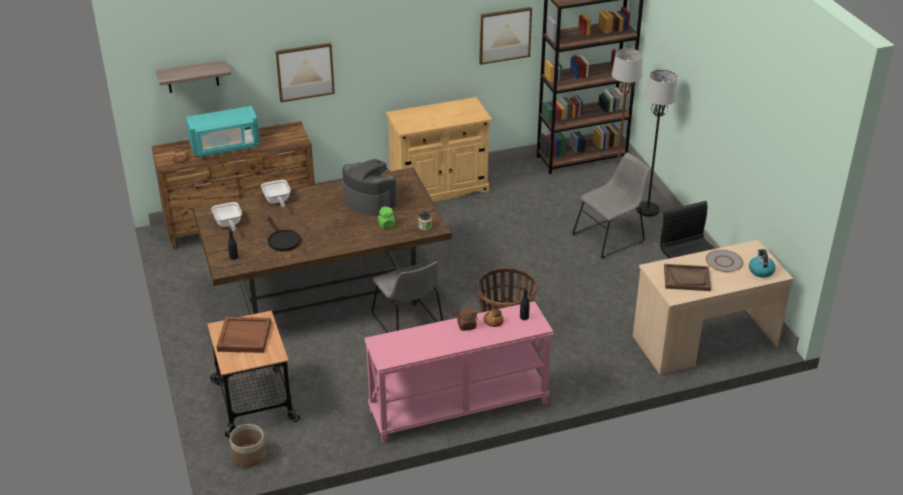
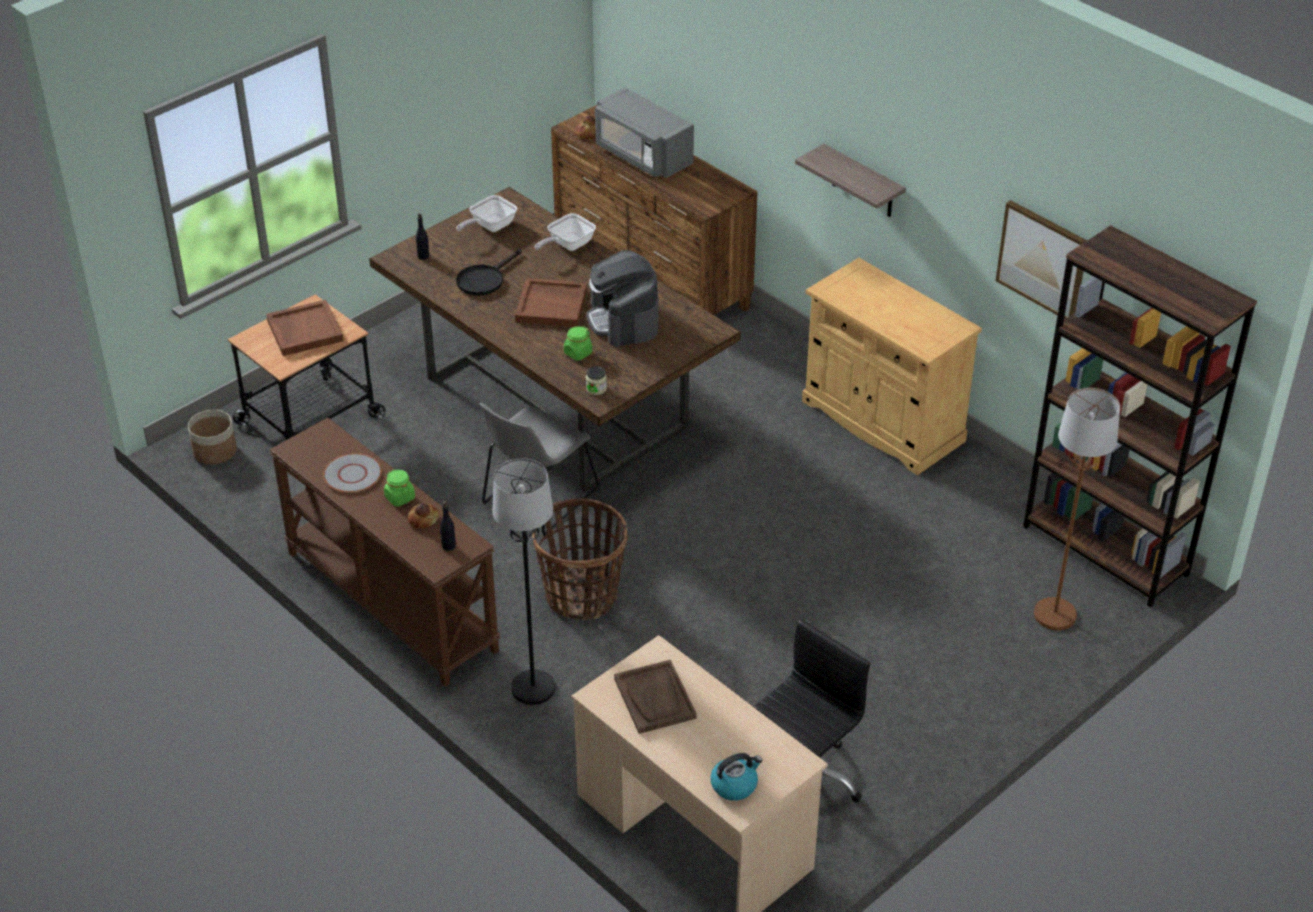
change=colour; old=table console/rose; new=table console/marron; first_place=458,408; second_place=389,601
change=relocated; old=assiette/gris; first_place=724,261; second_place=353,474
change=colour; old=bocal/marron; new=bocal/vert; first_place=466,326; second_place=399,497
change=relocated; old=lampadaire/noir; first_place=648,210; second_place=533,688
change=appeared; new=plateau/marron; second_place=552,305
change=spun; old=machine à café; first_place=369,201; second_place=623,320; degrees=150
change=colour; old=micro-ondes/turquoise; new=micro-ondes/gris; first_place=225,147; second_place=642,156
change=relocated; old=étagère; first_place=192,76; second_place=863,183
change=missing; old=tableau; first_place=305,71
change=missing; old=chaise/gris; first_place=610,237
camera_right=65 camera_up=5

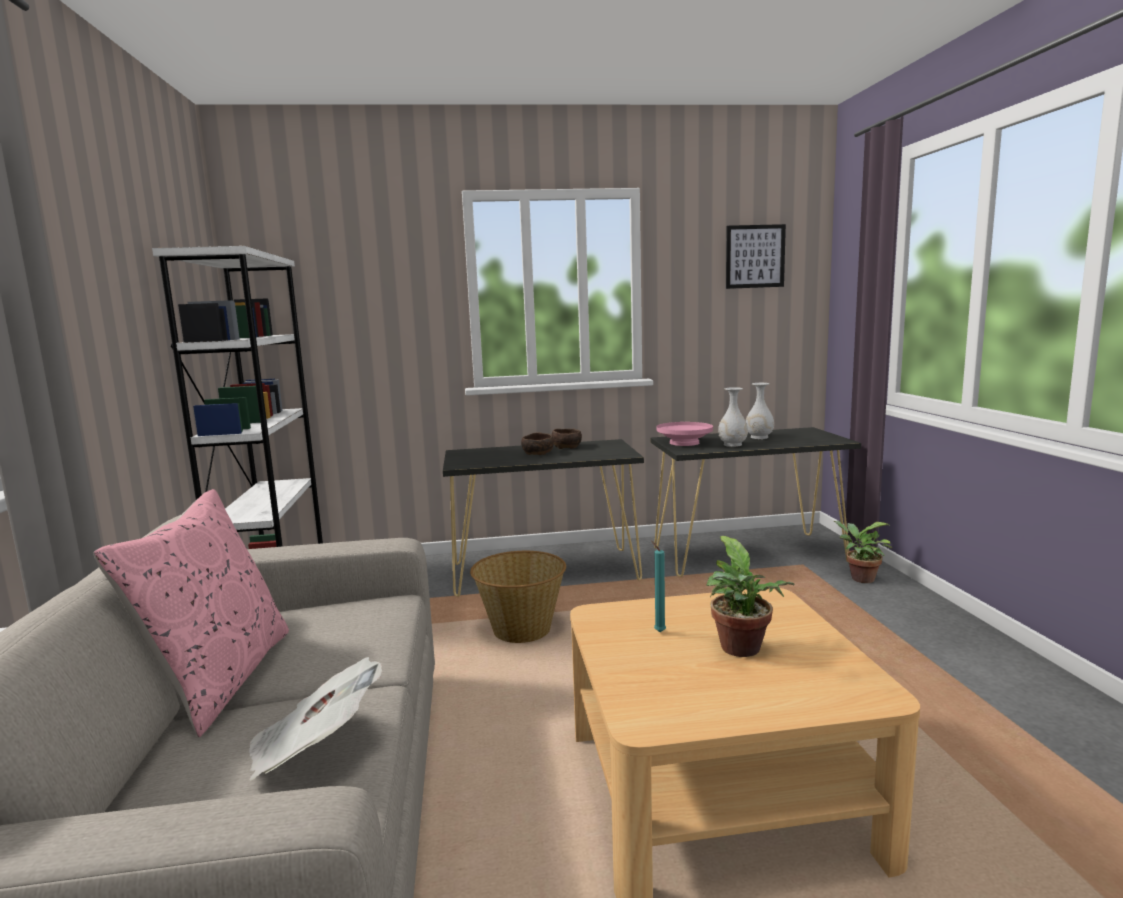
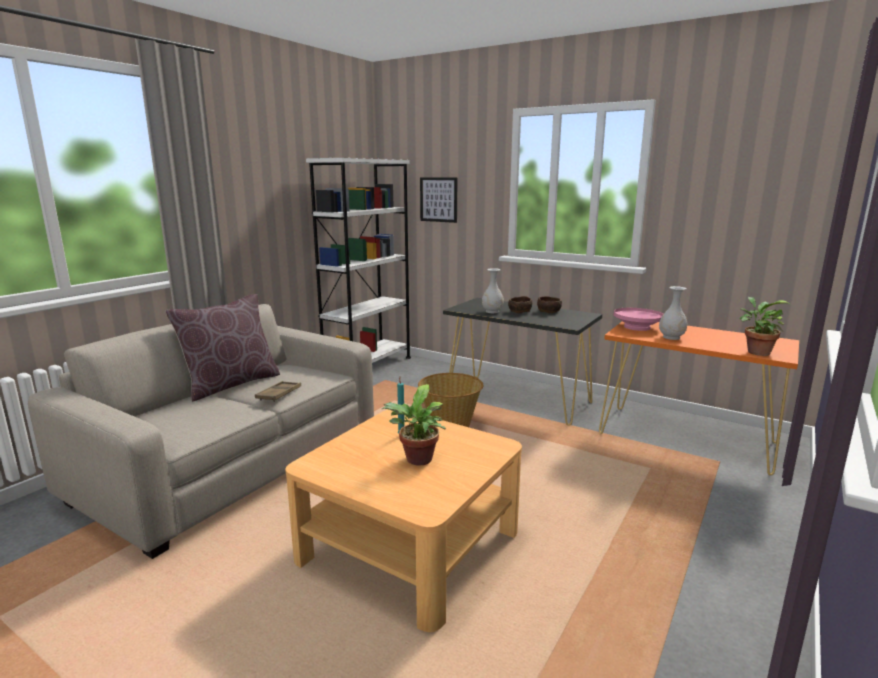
change=colour; old=coussin/rose; new=coussin/marron; first_place=220,679; second_place=231,384
change=appeared; new=plateau/marron; second_place=279,394
change=relocated; old=tableau; first_place=755,256; second_place=438,199
change=relocated; old=vase/blanc; first_place=759,437; second_place=492,311
change=colour; old=table console/noir; new=table console/orange; first_place=749,554; second_place=686,438
change=relocated; old=plante en pot; first_place=859,578; second_place=755,352
change=missing; old=journal; first_place=315,748
camera_right=40 camera_up=5

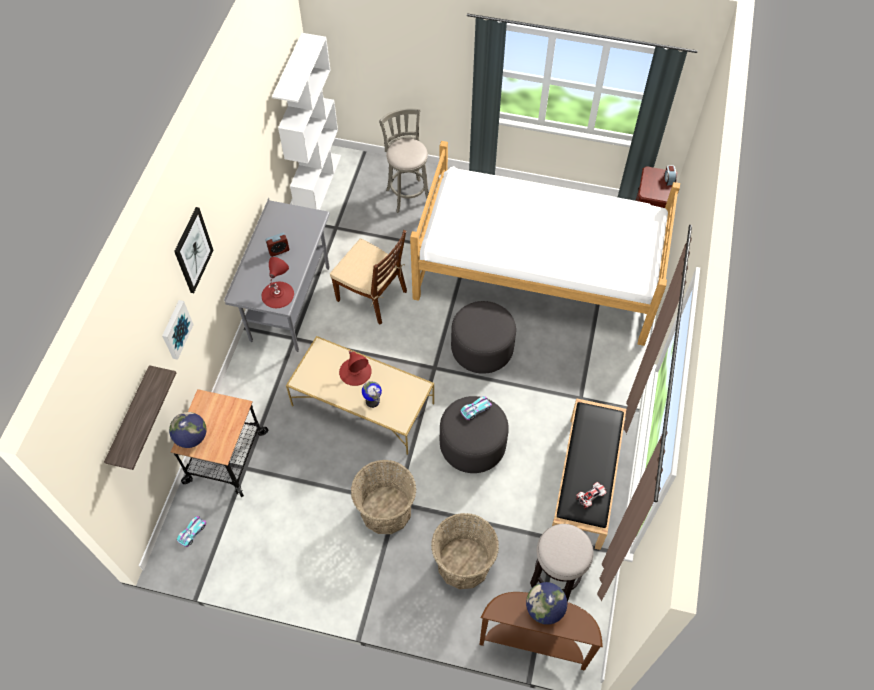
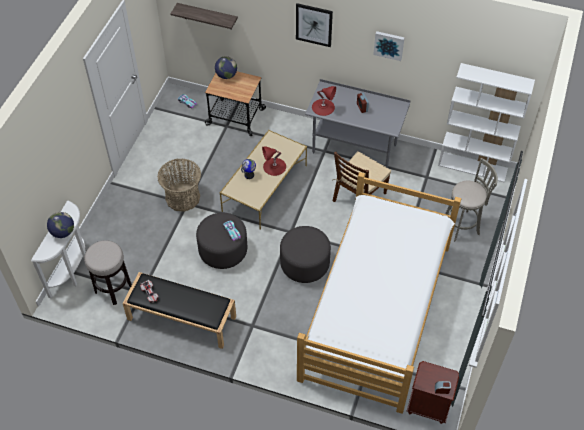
change=colour; old=table console/marron; new=table console/blanc; first_place=534,643; second_place=73,271
change=relocated; old=tableau; first_place=175,329; second_place=389,45
change=missing; old=panier; first_place=463,563
camera_right=95 camera_up=-5

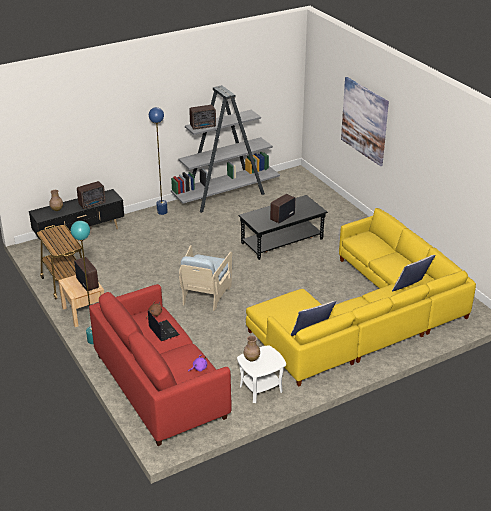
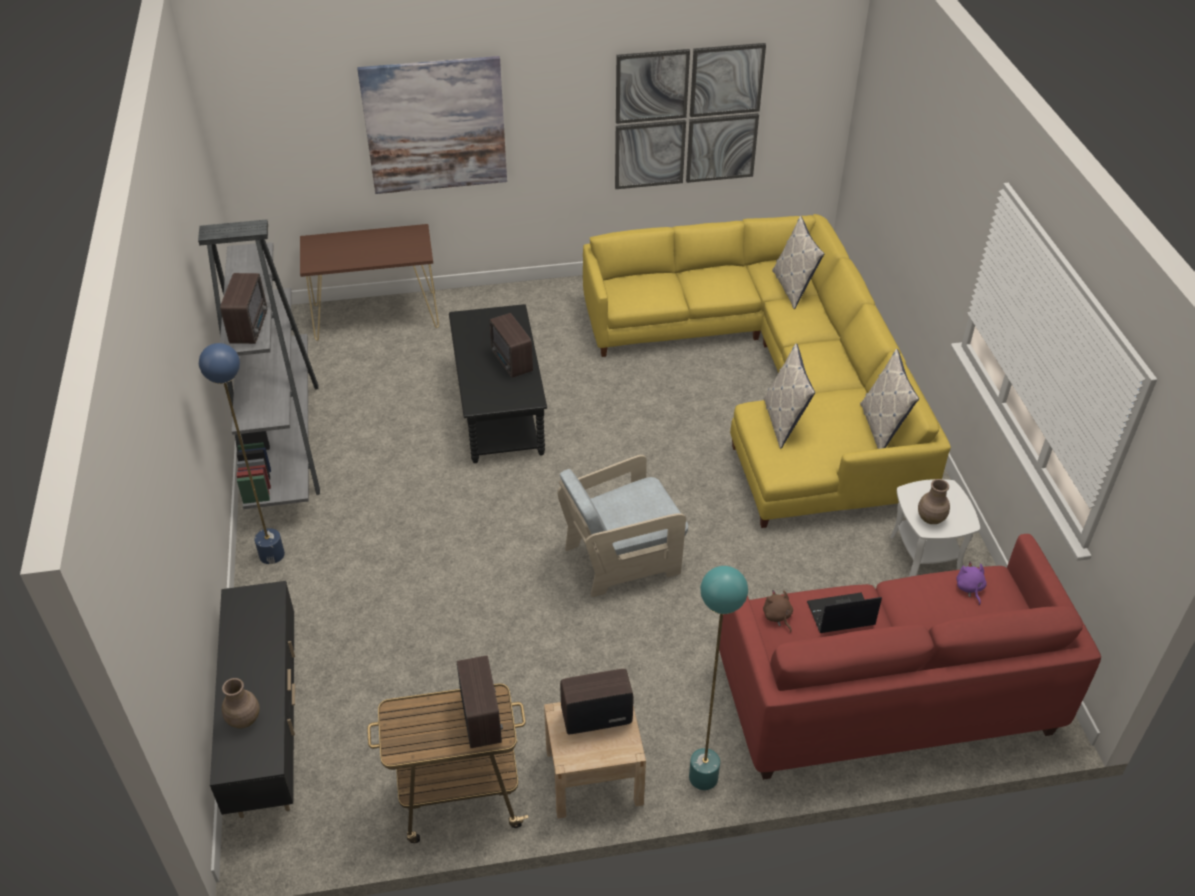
change=appeared; new=table console/marron; second_place=376,316
change=relocated; old=radio; first_place=93,204; second_place=482,717
change=spun; old=fauteuil/beige; first_place=205,295; second_place=622,558; degrees=120
change=appeared; new=tableau; second_place=687,117
change=appeared; new=coussin; second_place=784,422
camera_right=-70 camera_up=10

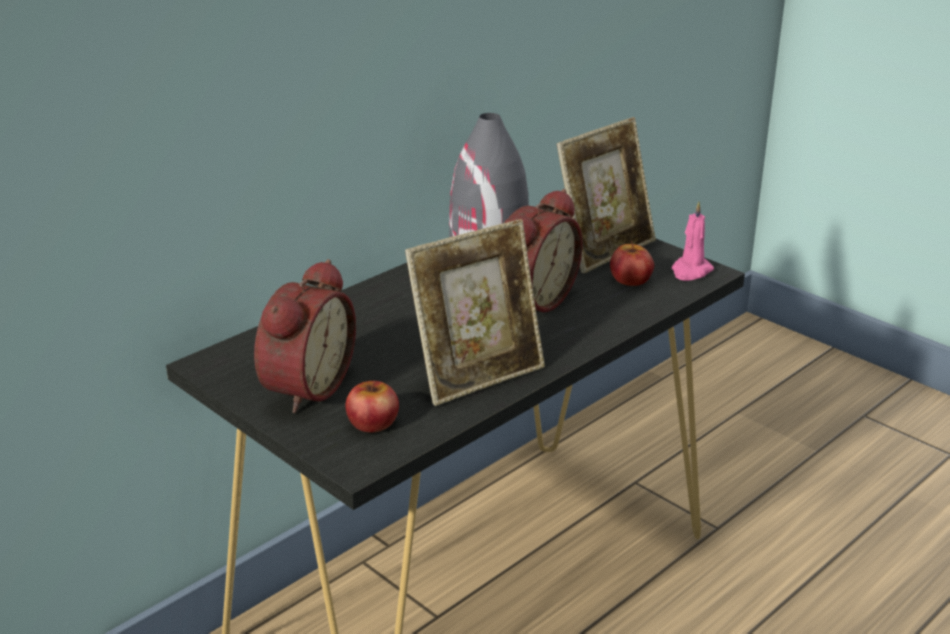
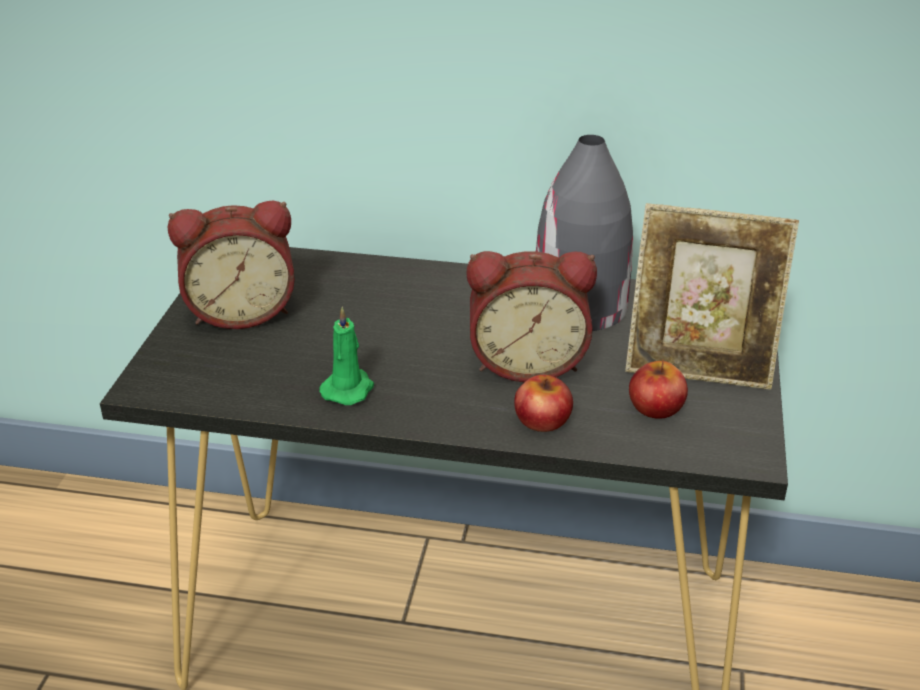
change=exchanged; old=cadre photo; new=bougie/vert; first_place=478,375; second_place=349,389
change=relocated; old=pomme; first_place=373,422; second_place=542,420
change=missing; old=bougie/rose; first_place=690,271
camera_right=55 camera_up=5

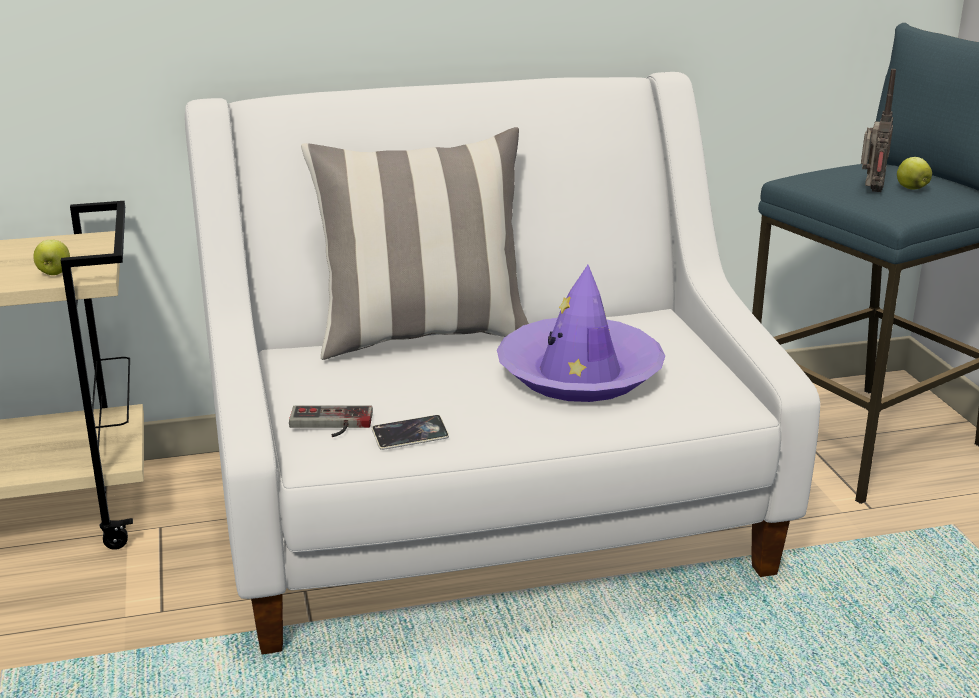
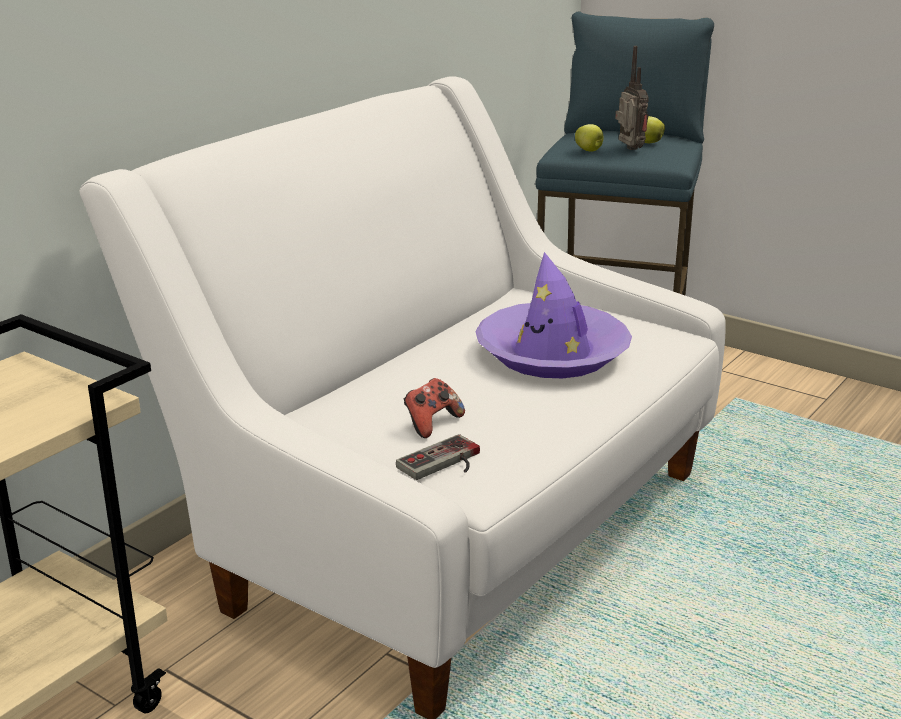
change=appeared; new=manette; second_place=431,423
change=relocated; old=pomme; first_place=54,273; second_place=589,151
change=missing; old=coussin; first_place=423,336
change=missing; old=téléphone; first_place=410,437
camera_right=-40 camera_up=0

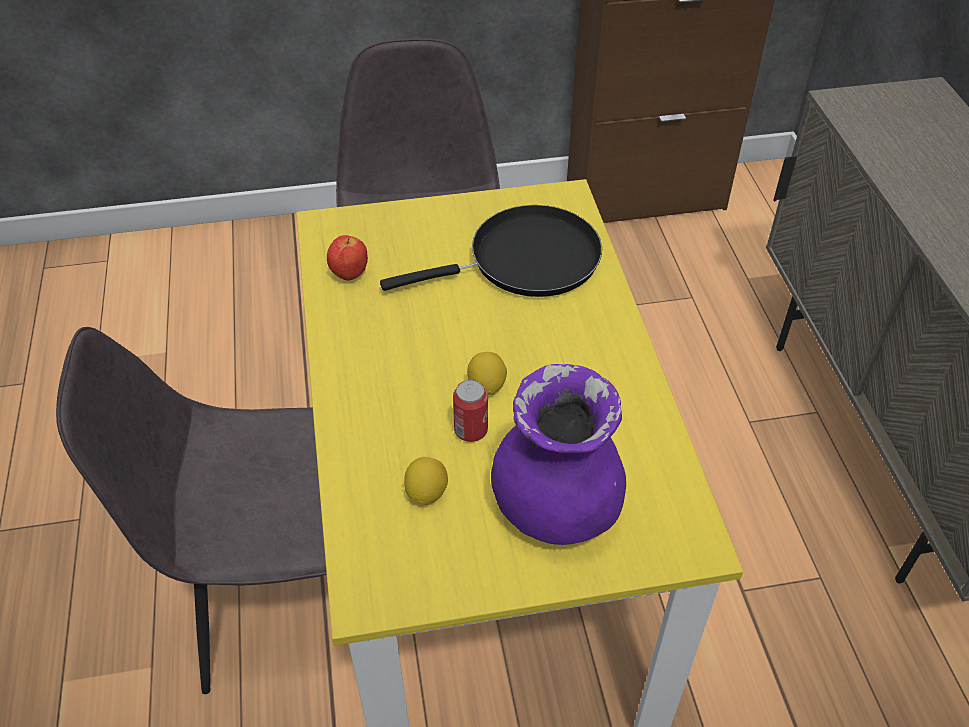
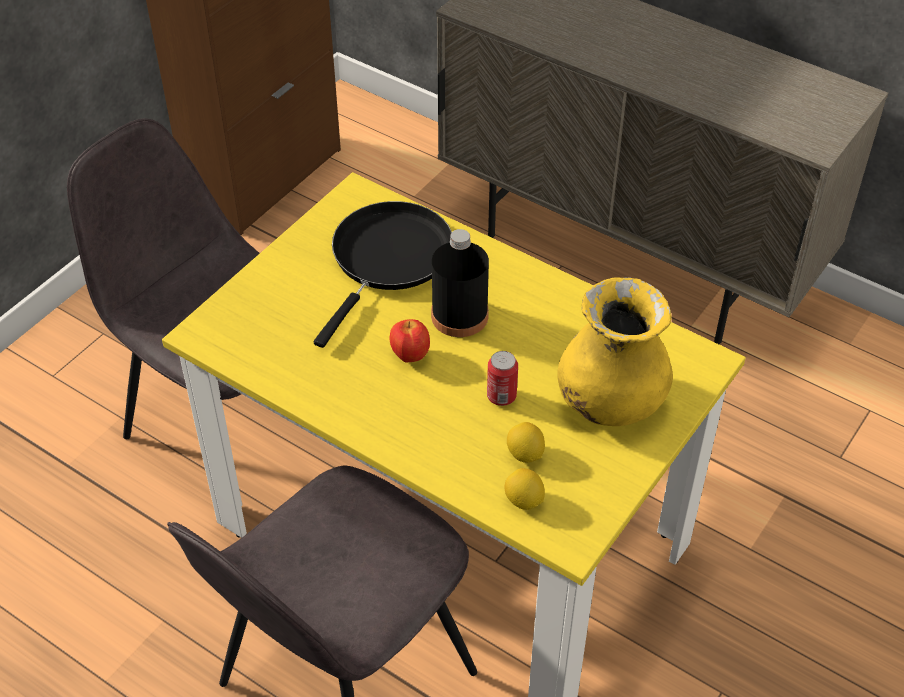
change=relocated; old=pomme; first_place=349,274; second_place=409,356
change=appeared; new=bouteille/noir; second_place=459,316
change=relocated; old=citron; first_place=486,386; second_place=523,500
change=colour; old=vase/violet; new=vase/jaune; first_place=555,509; second_place=610,402
camera_right=-45 camera_up=0

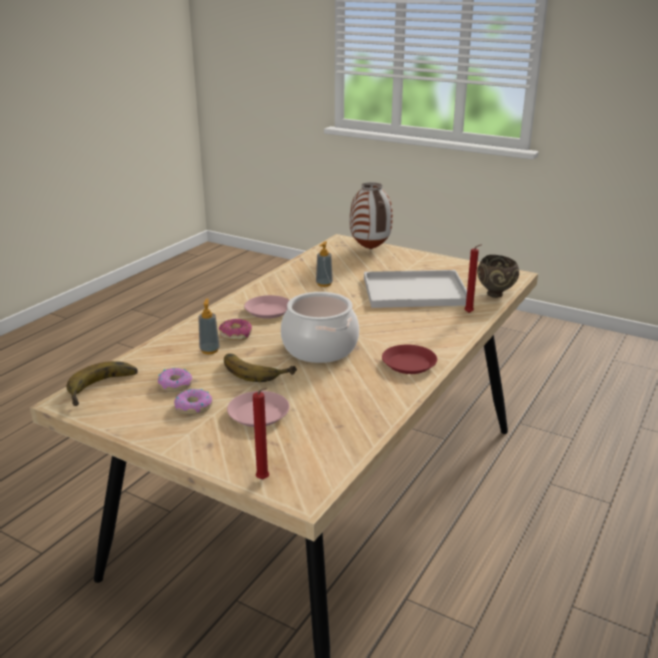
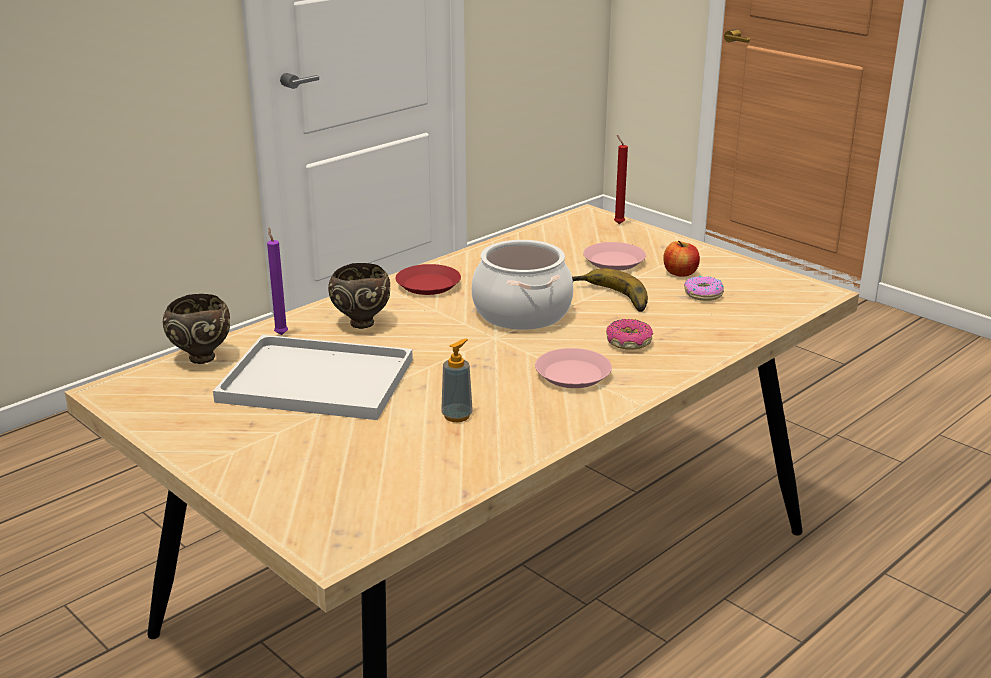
change=colour; old=bougie/rouge; new=bougie/violet; first_place=469,313; second_place=281,334
change=appeared; new=bol/marron; second_place=361,323
change=exchanged; old=beignet; new=pomme; first_place=193,407; second_place=680,273
change=missing; old=banane; first_place=105,388
change=missing; old=distributeur de savon; first_place=209,350
change=missing; old=vase; first_place=371,249
camera_right=-165 camera_up=0

